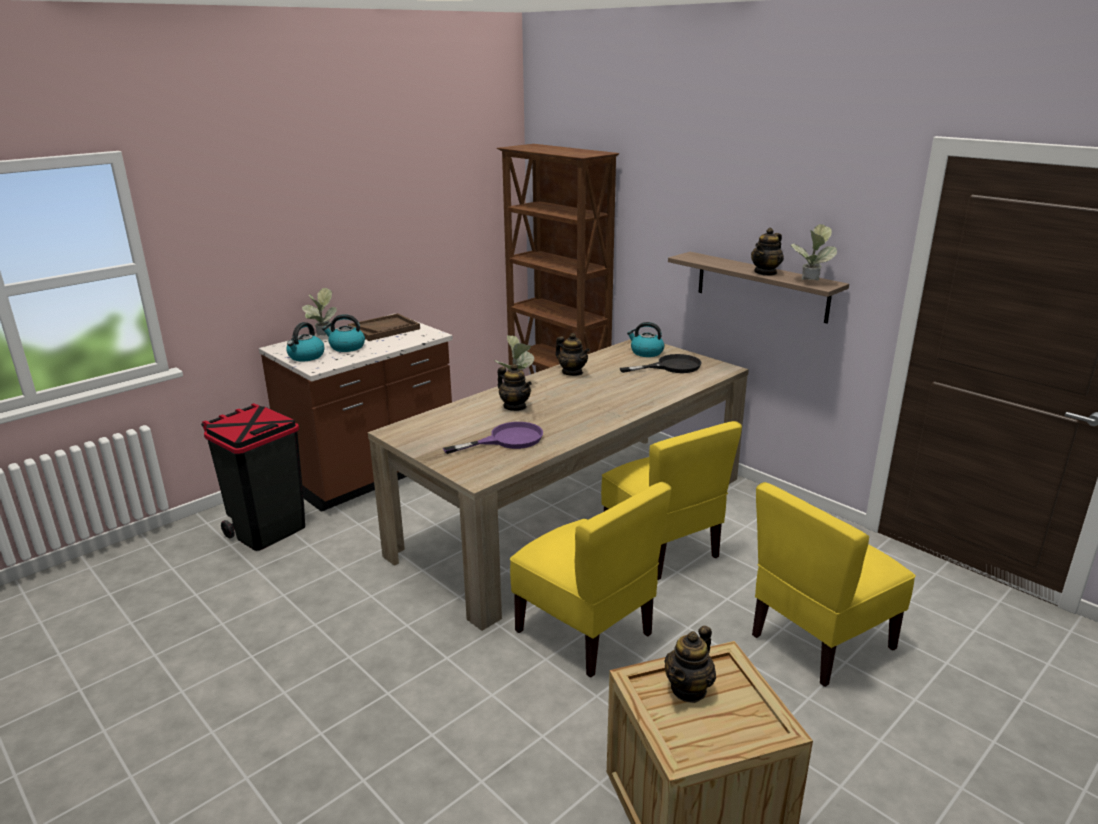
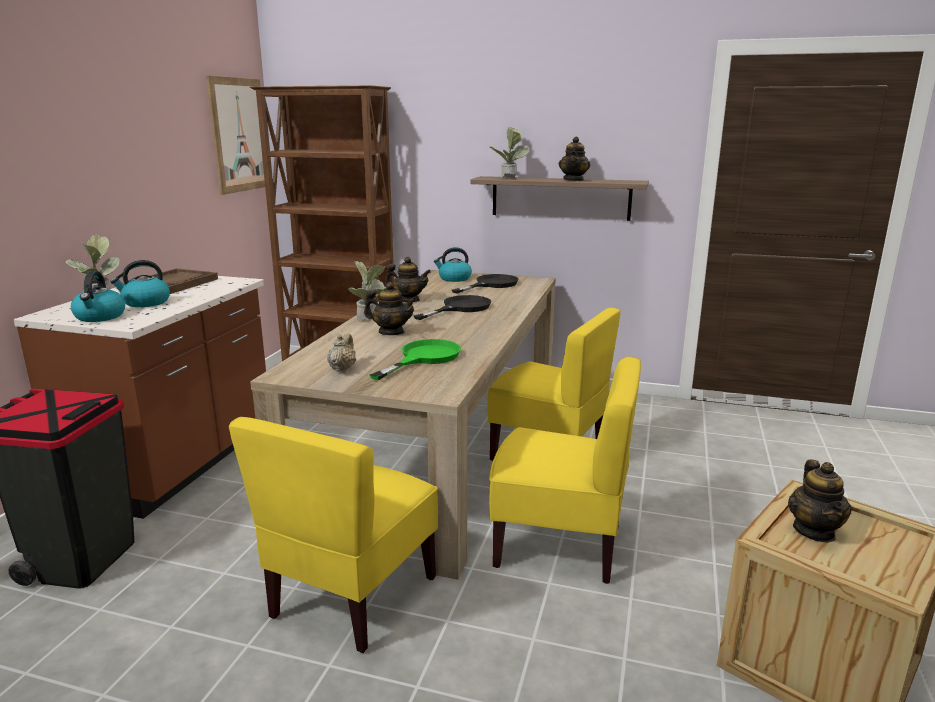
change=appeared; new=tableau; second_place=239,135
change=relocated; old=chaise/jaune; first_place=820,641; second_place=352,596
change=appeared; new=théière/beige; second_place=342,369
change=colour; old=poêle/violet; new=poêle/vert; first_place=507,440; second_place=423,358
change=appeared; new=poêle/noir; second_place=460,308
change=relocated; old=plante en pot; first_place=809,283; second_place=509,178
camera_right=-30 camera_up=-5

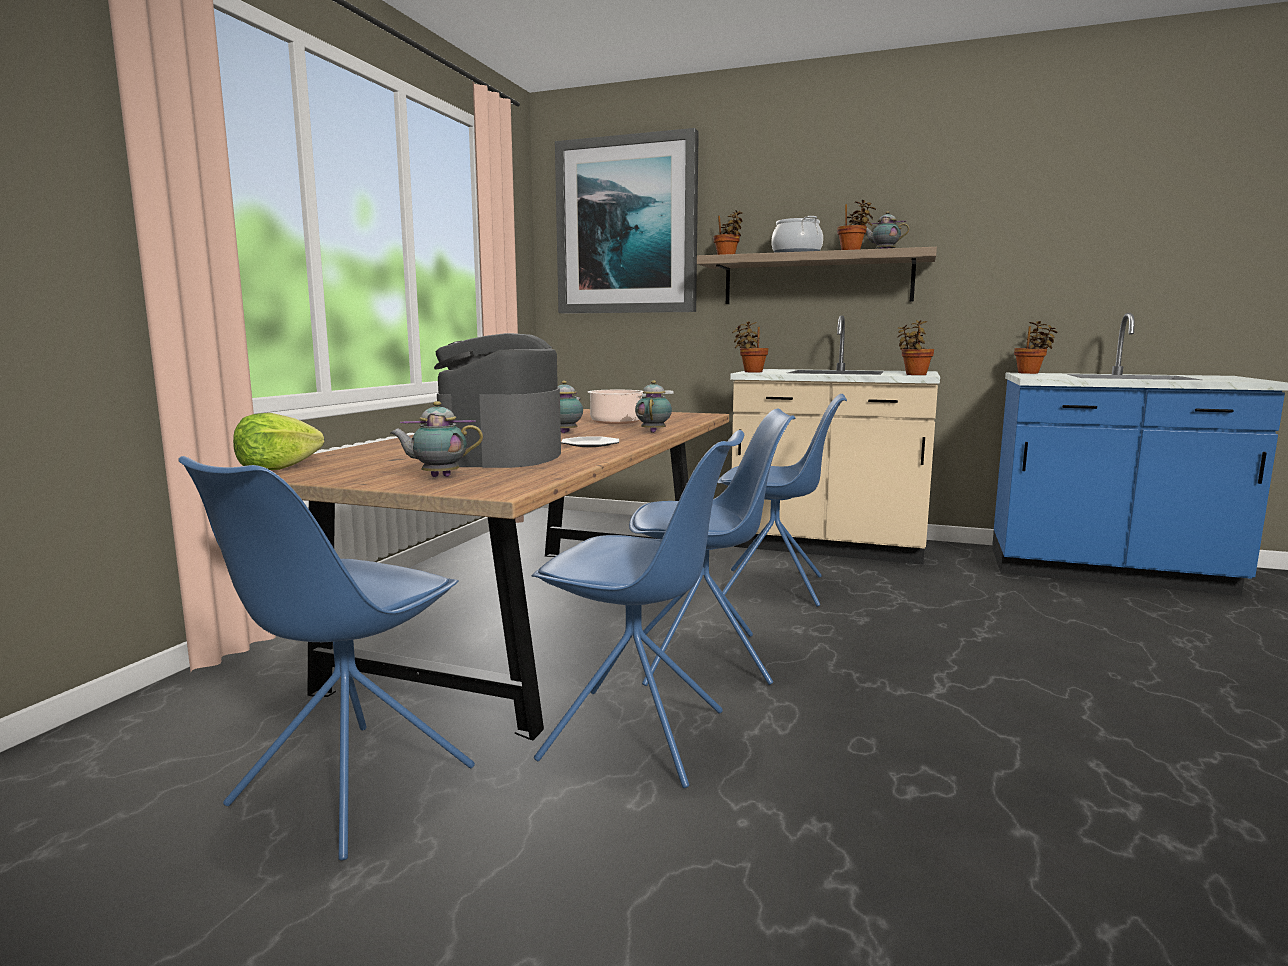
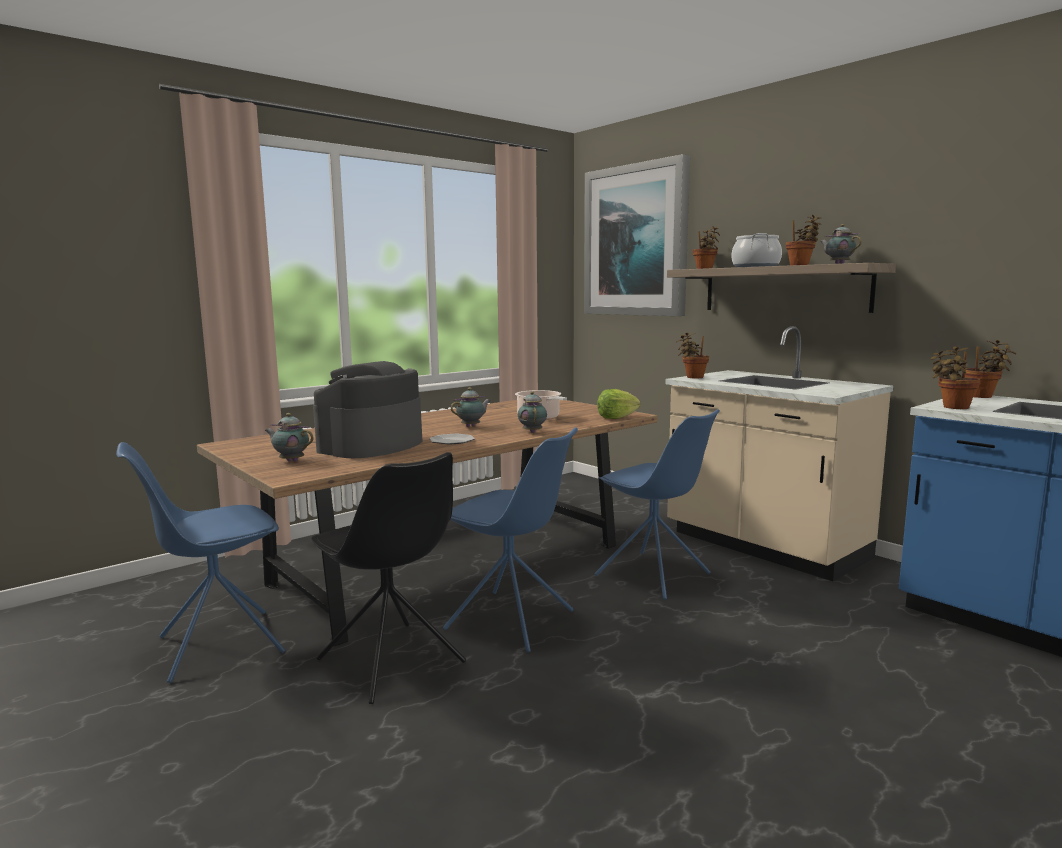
change=colour; old=chaise/bleu; new=chaise/noir; first_place=637,736; second_place=392,662
change=spun; old=théière; first_place=654,432; second_place=532,432; degrees=-45
change=relocated; old=laitue; first_place=277,468; second_place=616,417
change=relocated; old=plante en pot; first_place=914,374; second_place=953,407
camera_right=30 camera_up=0

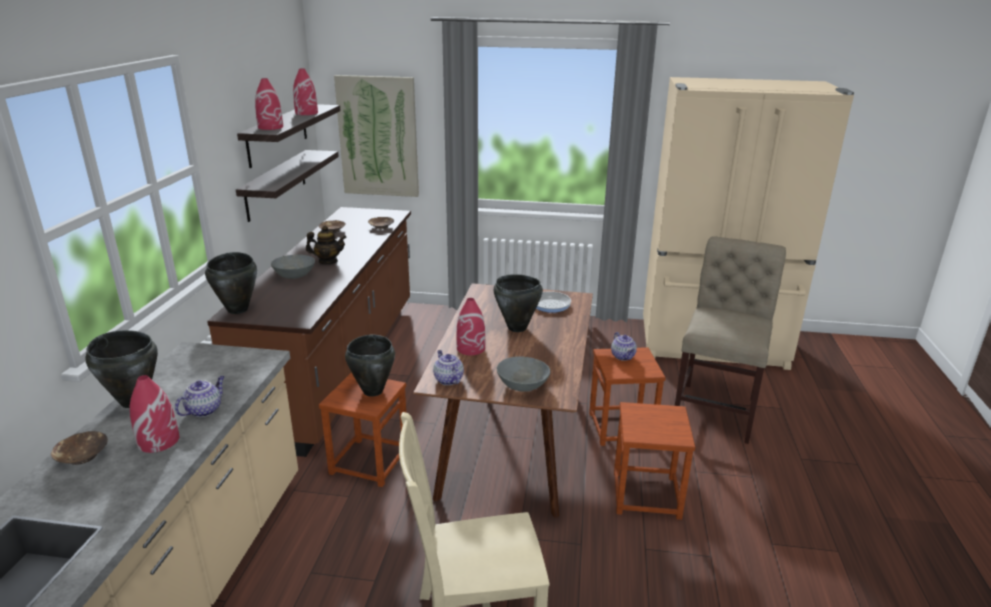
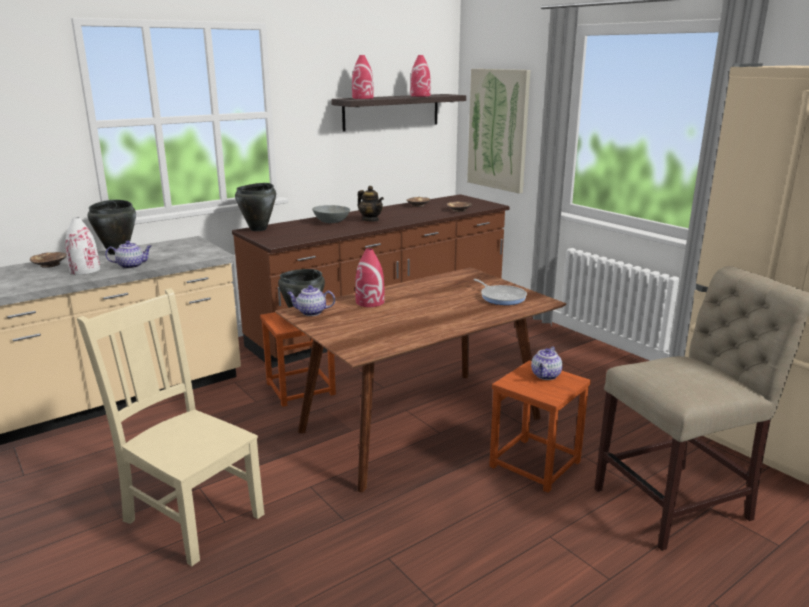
change=colour; old=vase/rouge; new=vase/blanc; first_place=158,441; second_place=85,270
change=spun; old=théière; first_place=448,379; second_place=311,312; degrees=-105
change=missing; old=étagère; first_place=276,184
change=missing; old=marmite/noir; first_place=517,328
change=missing; old=bol/gris; first_place=522,386
change=missing; old=tabouret/marron; first_place=647,495
camera_right=45 camera_up=-5

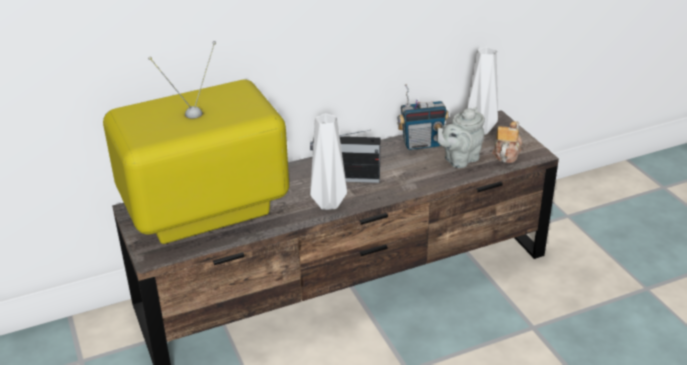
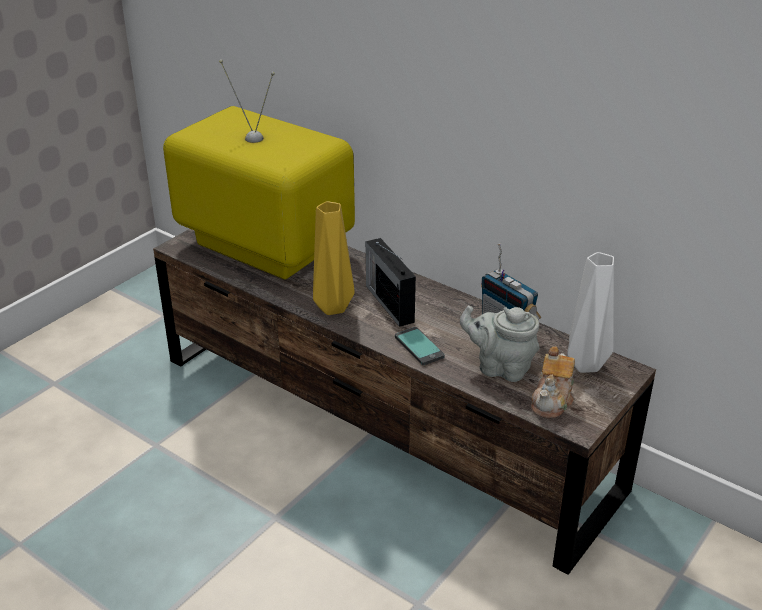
change=colour; old=vase/blanc; new=vase/jaune; first_place=327,203; second_place=333,307
change=appeared; new=téléphone; second_place=419,347
change=spun; old=théière; first_place=506,153; second_place=552,400; degrees=120
camera_right=60 camera_up=0

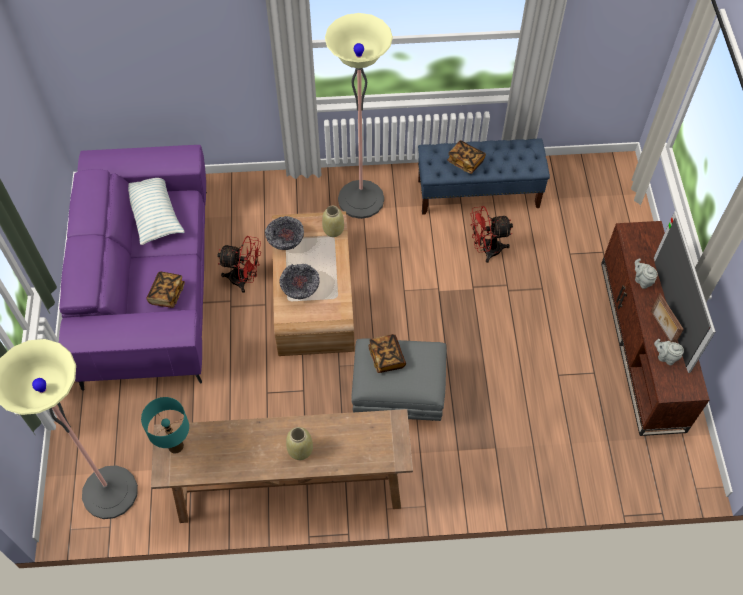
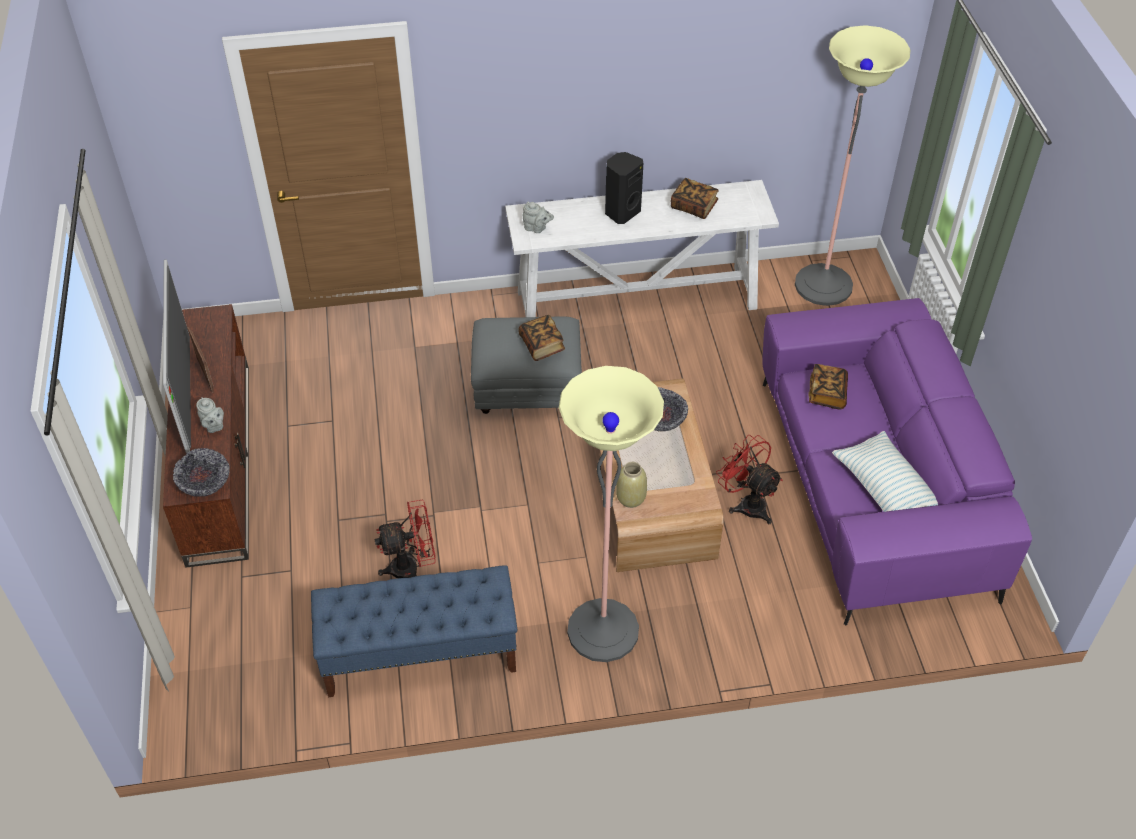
change=relocated; old=bol; first_place=285,241; second_place=206,485
change=colour; old=table console/marron; new=table console/blanc; first_place=288,487; second_place=638,300
change=relocated; old=théière/gris; first_place=665,357; second_place=536,228
change=exchanged; old=vase/beige; new=enceinte/noir; first_place=300,450; second_place=621,212
change=relocated; old=livre; first_place=465,162; second_place=693,206
change=spun; old=ventilateur/rouge; first_place=244,279; second_place=747,503; degrees=45
change=missing; old=lampe de table/turquoise; first_place=175,446
camera_right=175 camera_up=-10

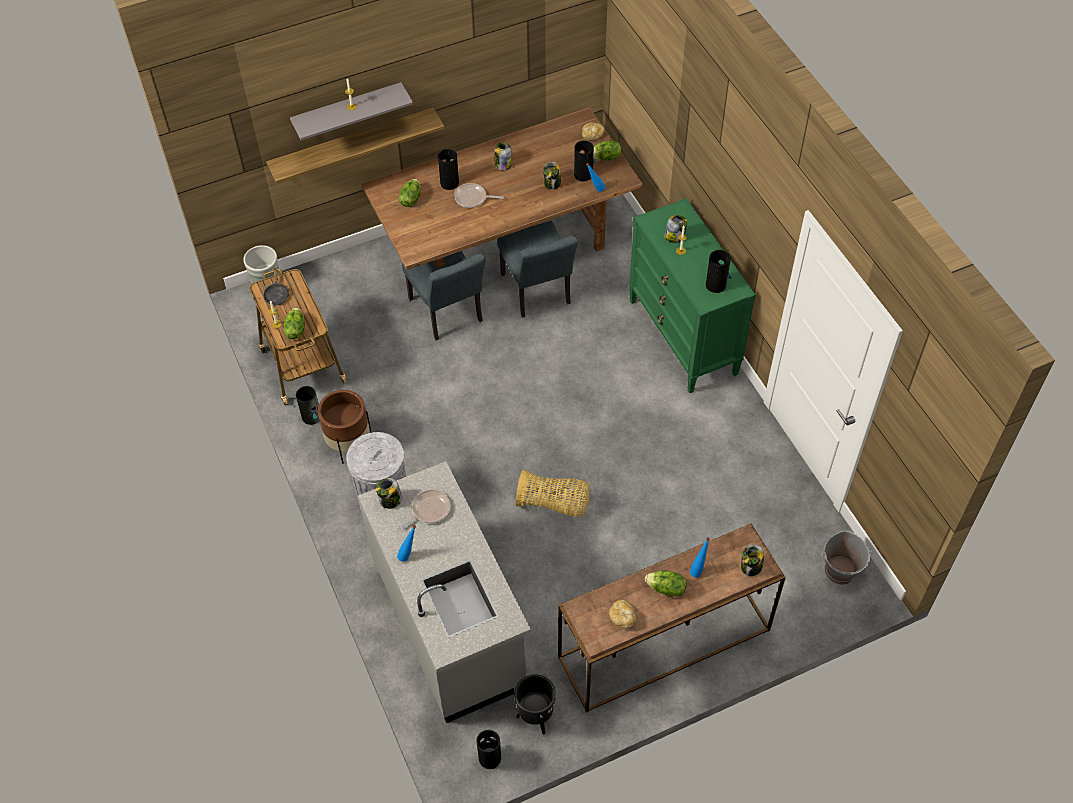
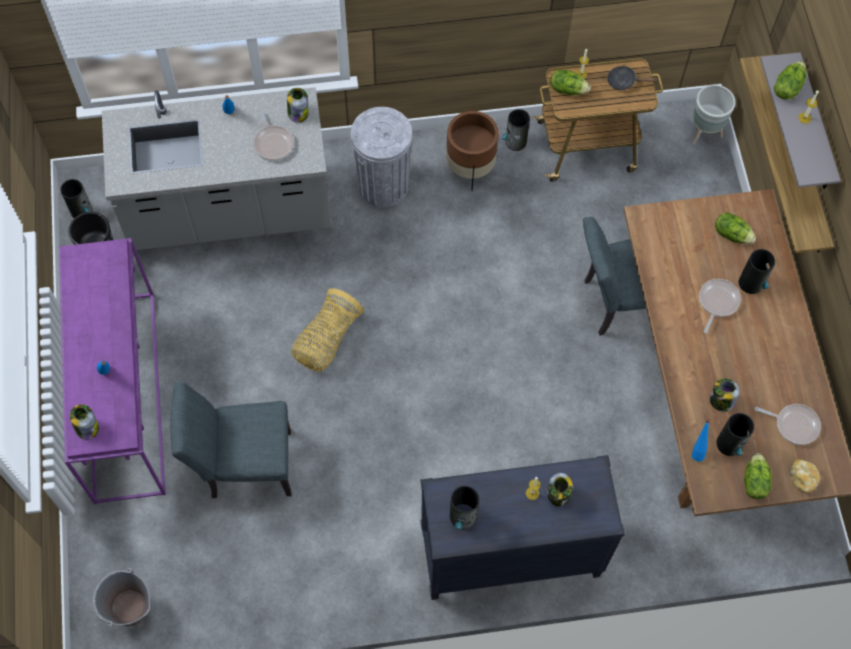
change=colour; old=table console/marron; new=table console/violet; first_place=663,645; second_place=123,394
change=relocated; old=chaise/gris; first_place=538,293; second_place=243,464
change=colour; old=commode/vert; new=commode/noir; first_place=683,337; second_place=509,555
change=appeared; new=poêle; second_place=794,424
change=relocated; old=laitue; first_place=666,589; second_place=787,87
change=missing; old=bocal; first_place=502,164
change=missing; old=pain; first_place=622,617
camera_right=105 camera_up=10

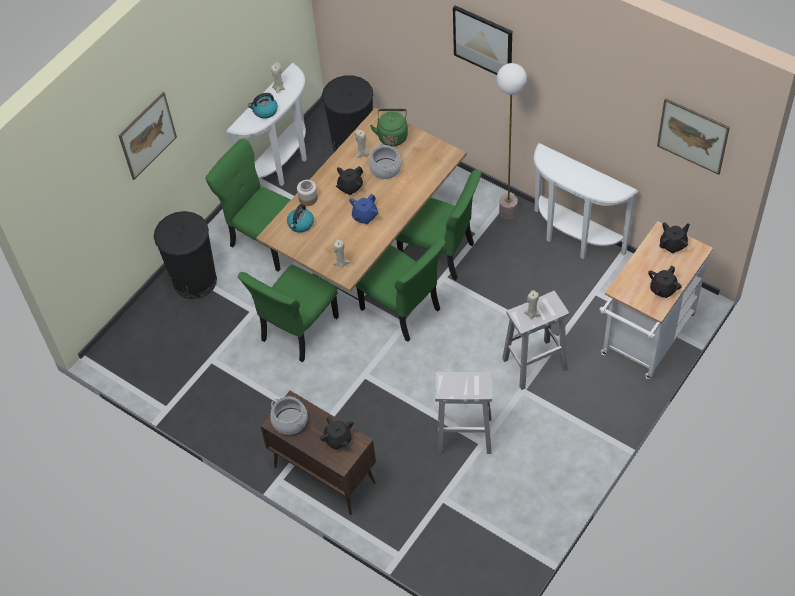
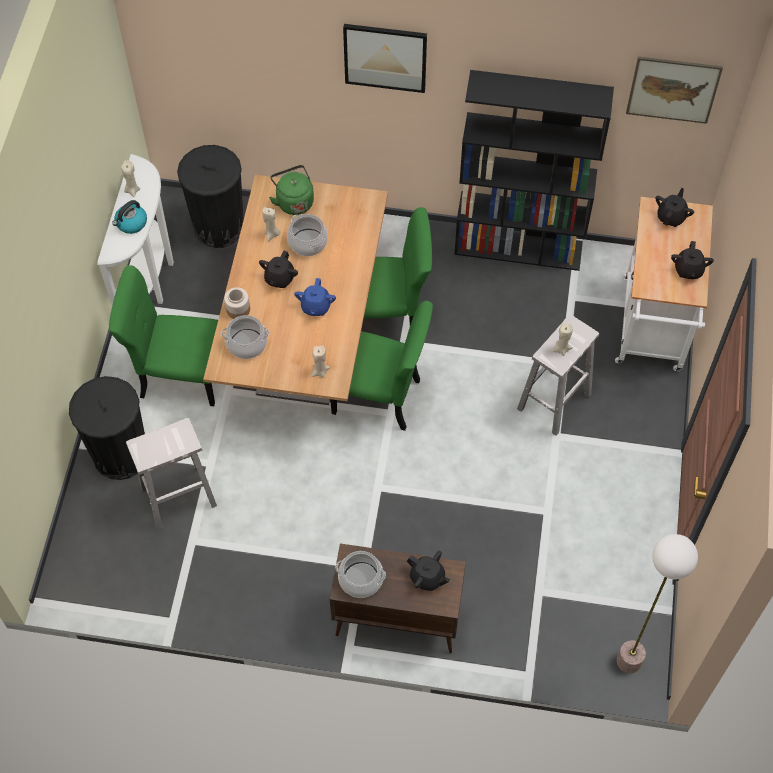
change=relocated; old=tabouret/blanc; first_place=463,435; second_place=177,497
change=exchanged; old=bouilloire; new=marmite; first_place=300,224; second_place=247,343
change=exchanged; old=table console/blanc; new=bibliothèque/noir; first_place=573,239; second_place=519,247
change=relocated; old=lampadaire; first_place=508,212; second_place=629,661
change=missing; old=tableau; first_place=147,135
change=missing; old=chaise/vert; first_place=297,331
camera_right=-30 camera_up=5

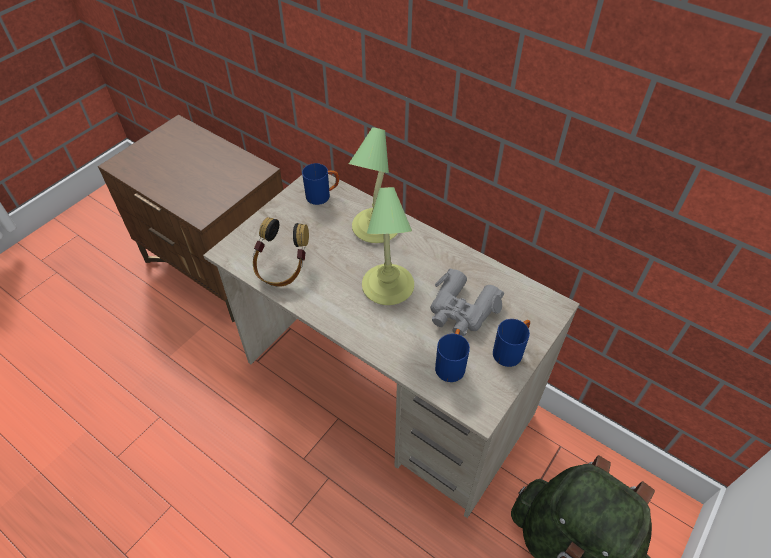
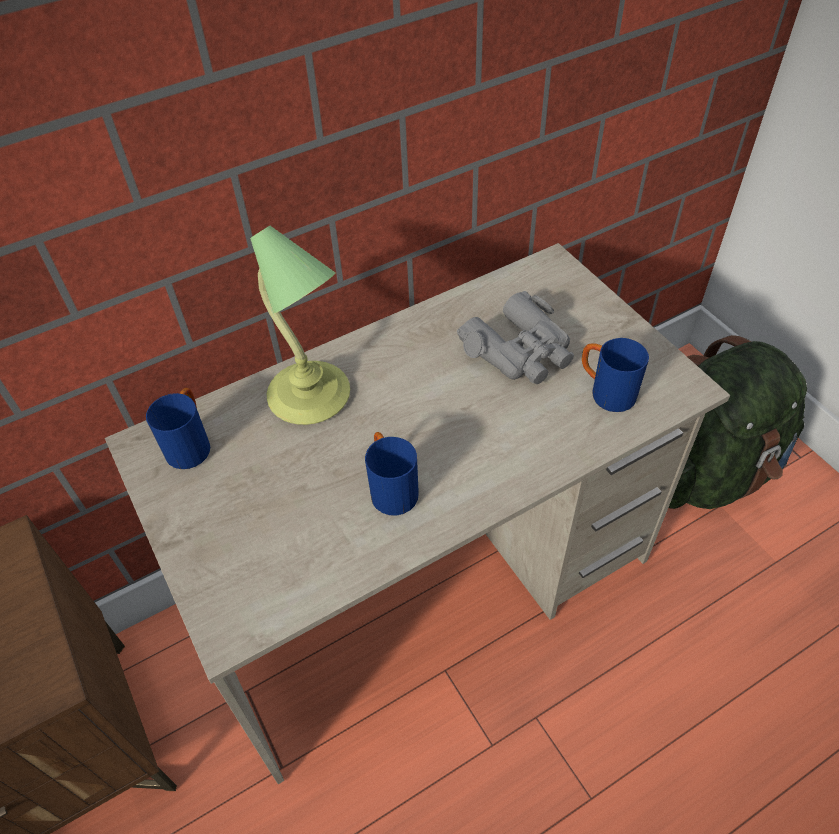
change=relocated; old=mug/bleu; first_place=511,350; second_place=391,488
change=missing; old=casque audio; first_place=282,268
change=missing; old=lampe de table; first_place=387,287
camera_right=-65 camera_up=0

